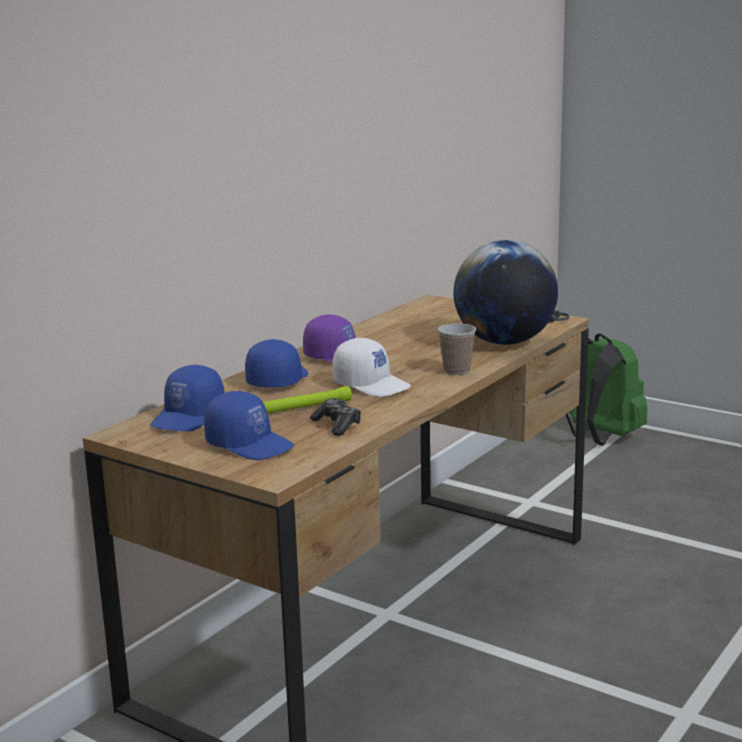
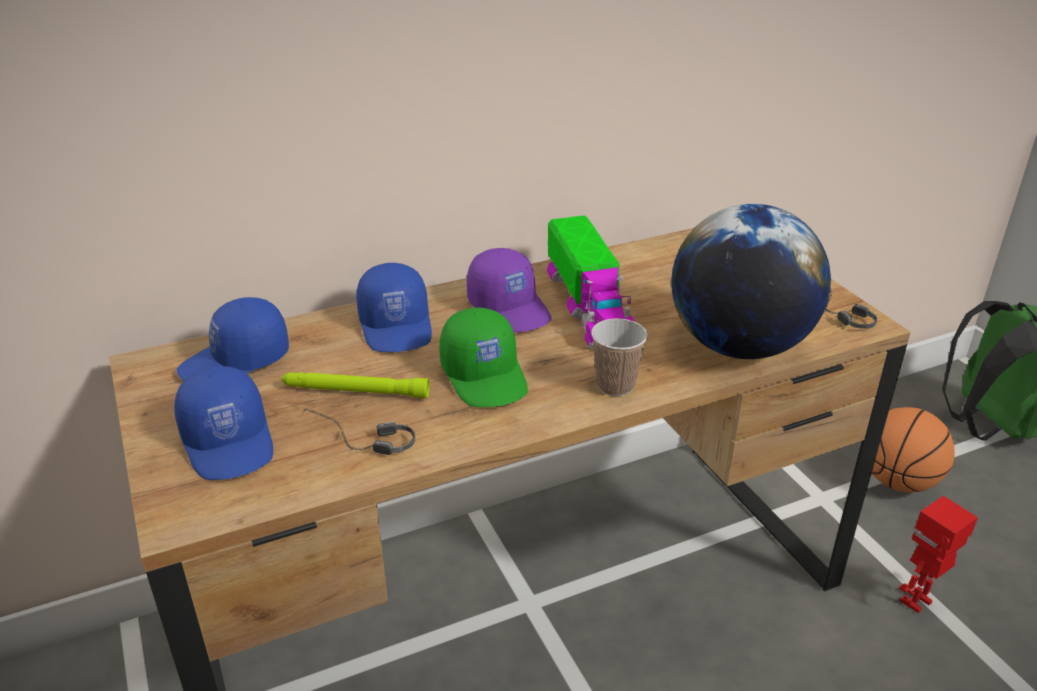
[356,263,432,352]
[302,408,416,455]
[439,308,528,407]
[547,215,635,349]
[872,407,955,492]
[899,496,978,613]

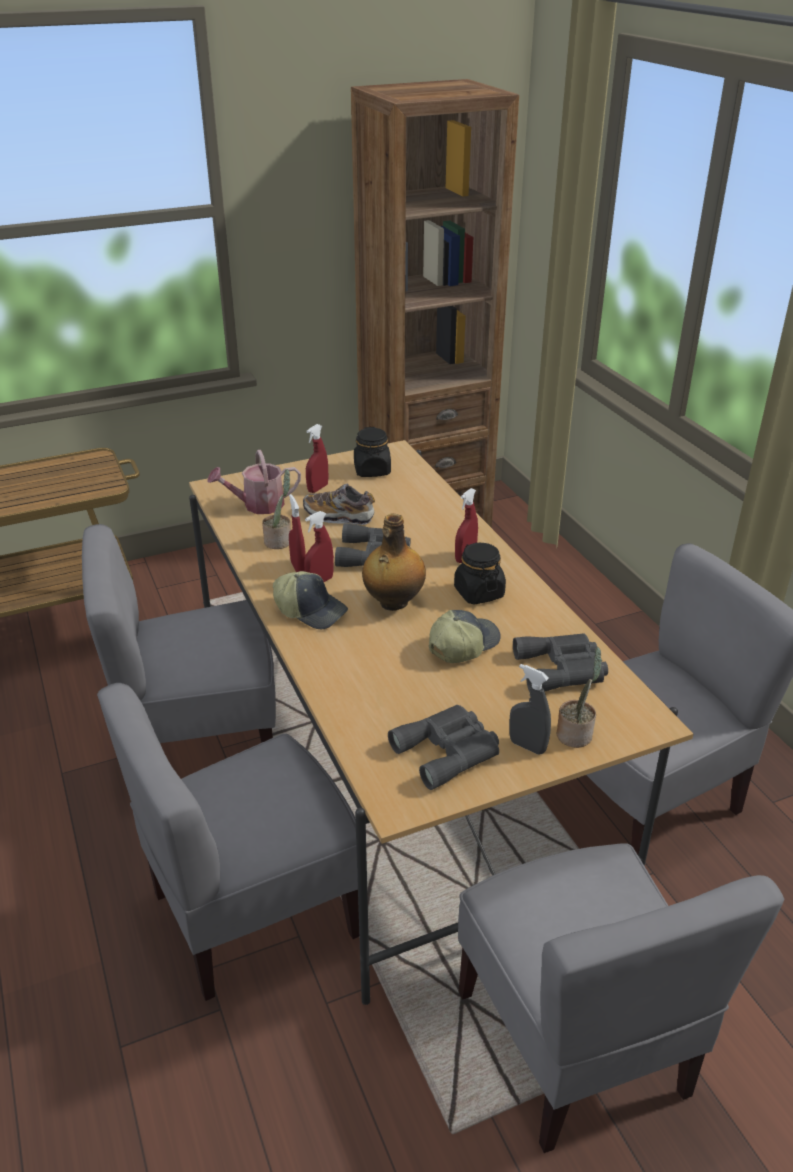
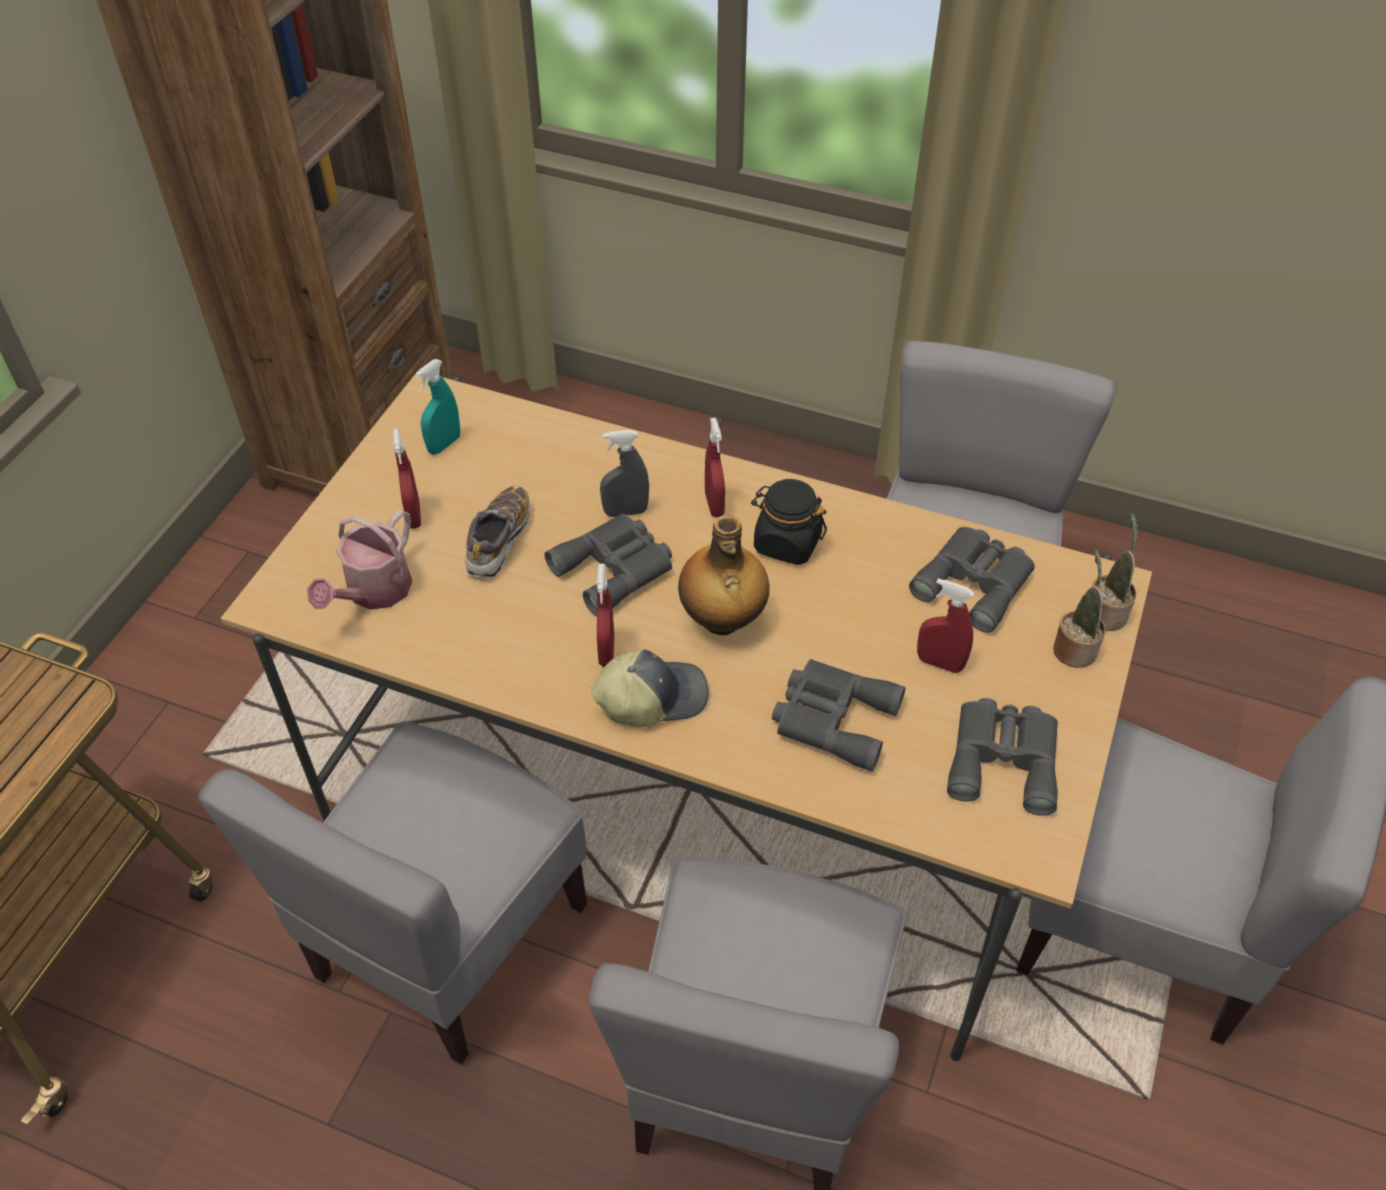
[1091,514,1137,631]
[917,578,974,673]
[466,485,530,578]
[415,359,460,455]
[429,610,501,663] (first image)
[600,430,649,517]
[772,659,906,772]

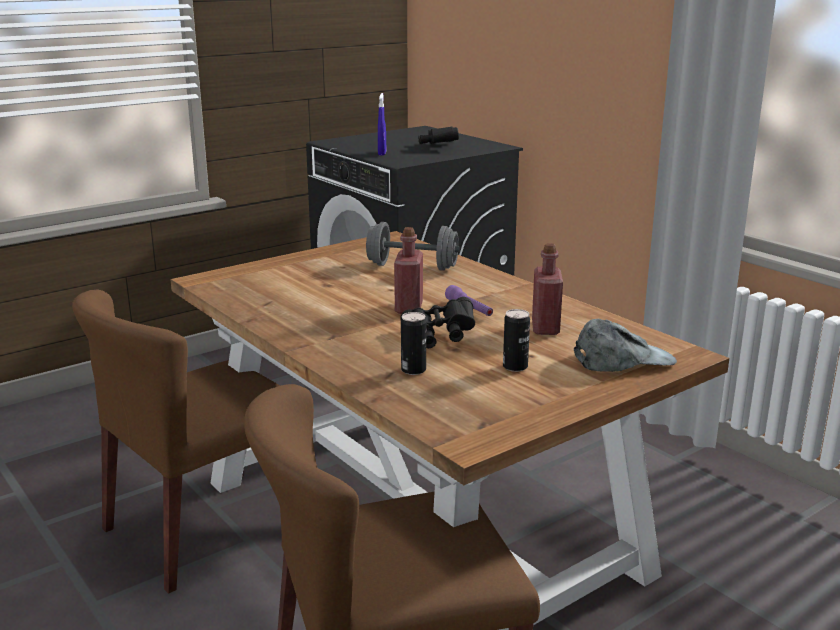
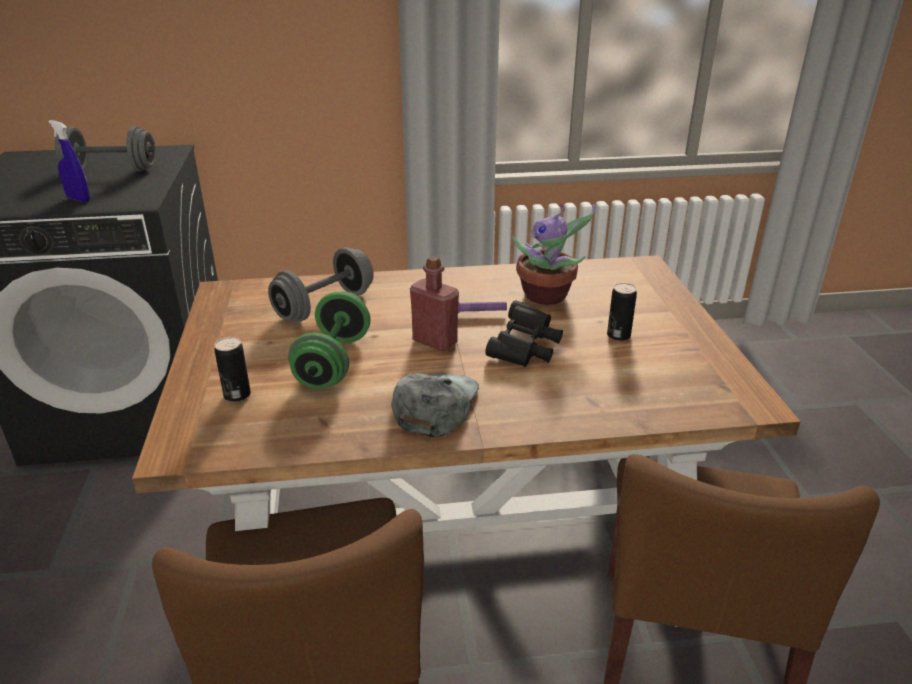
[214,337,251,402]
[55,126,156,171]
[512,204,596,305]
[391,373,479,437]
[288,291,370,389]

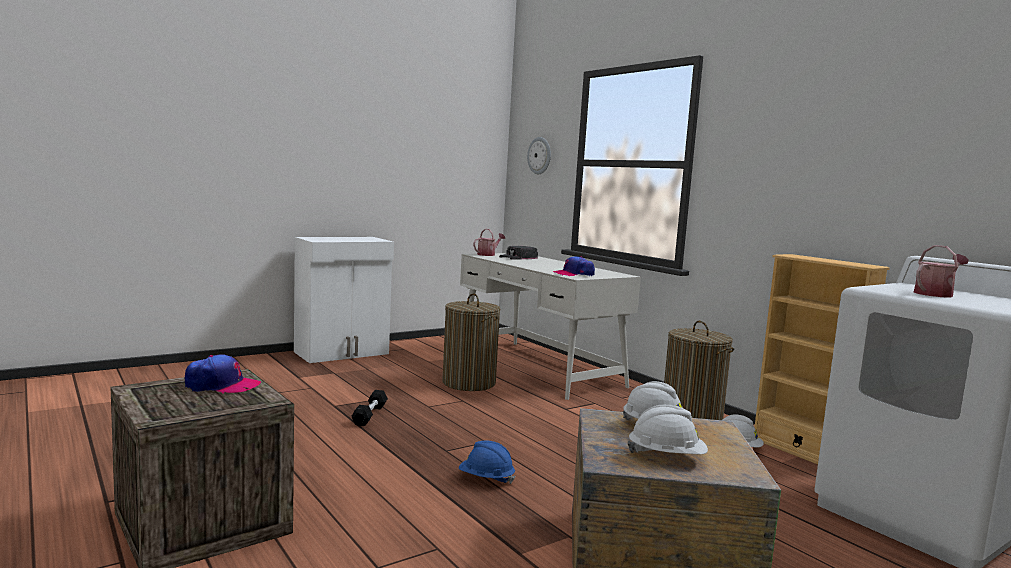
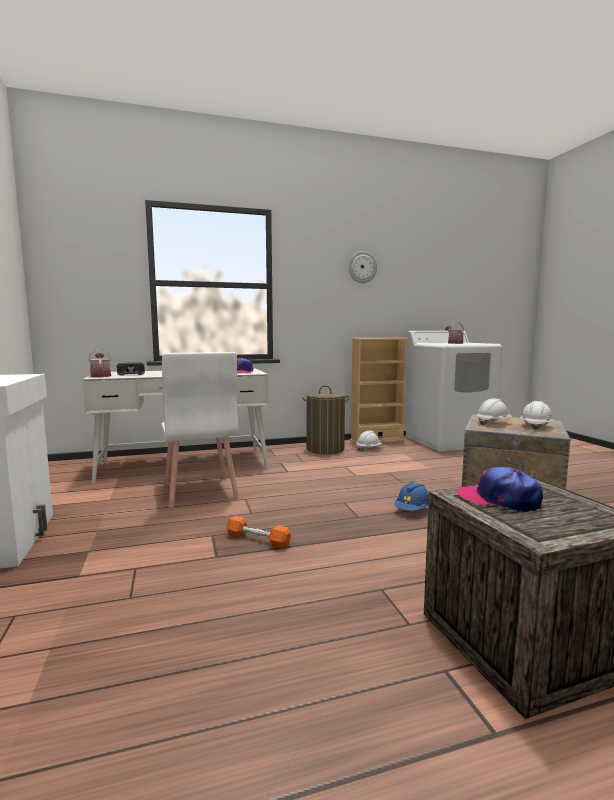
[457,467,543,512]
[226,516,291,549]
[161,352,239,508]
[348,251,377,283]

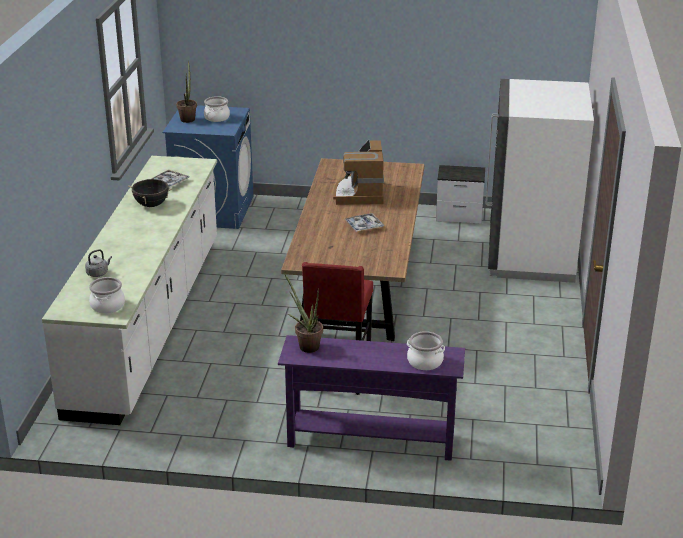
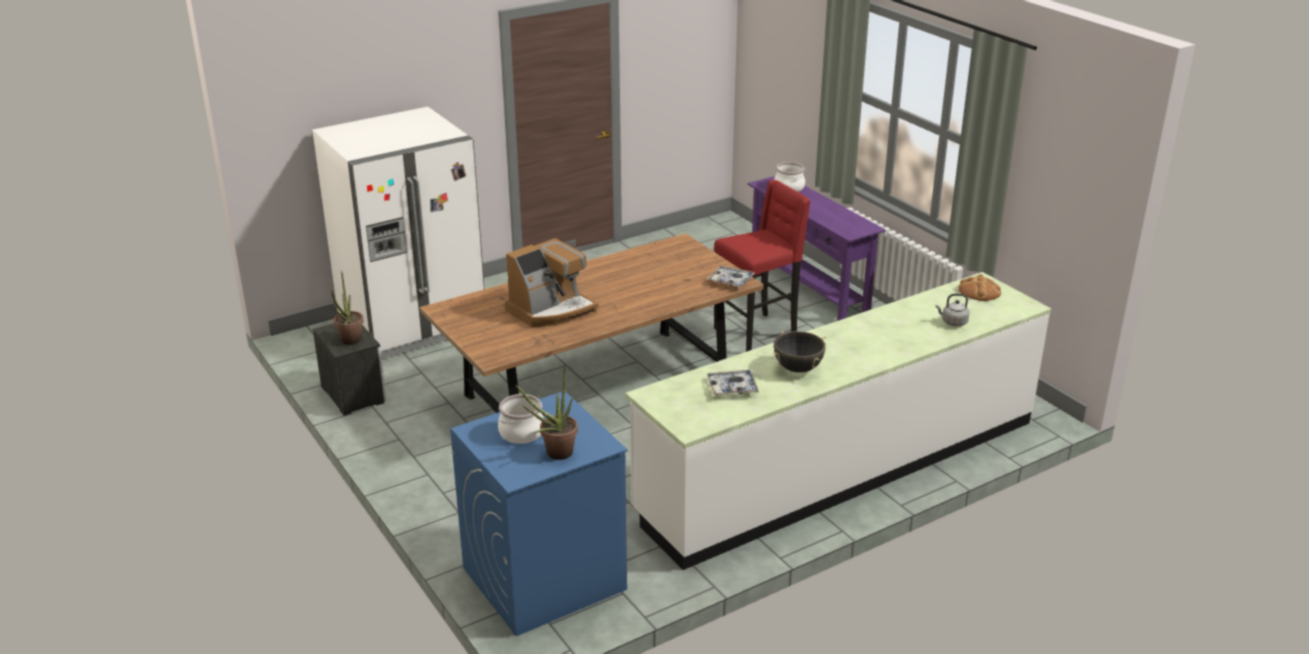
[958,274,1001,301]
[331,270,364,345]
[706,266,755,288]

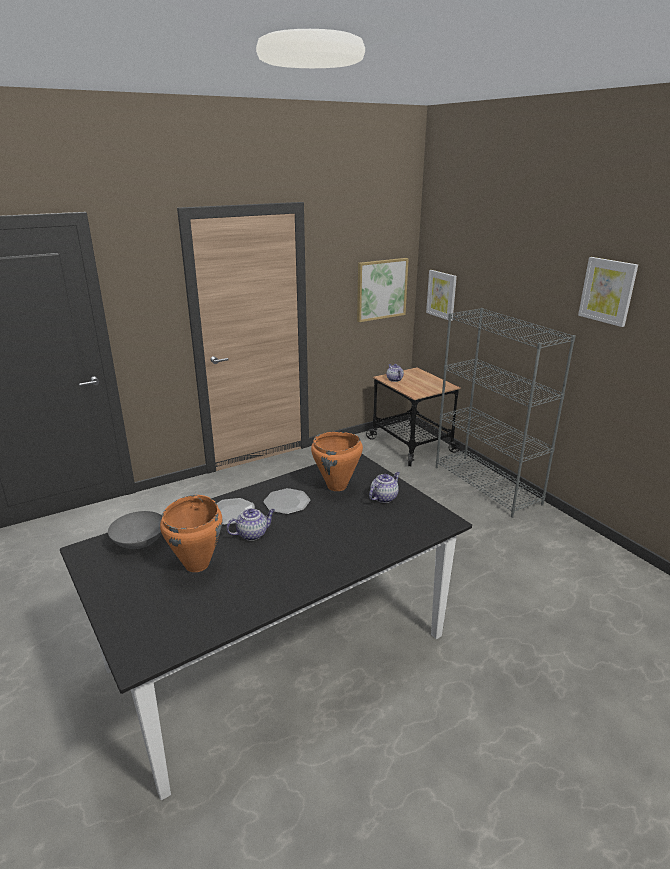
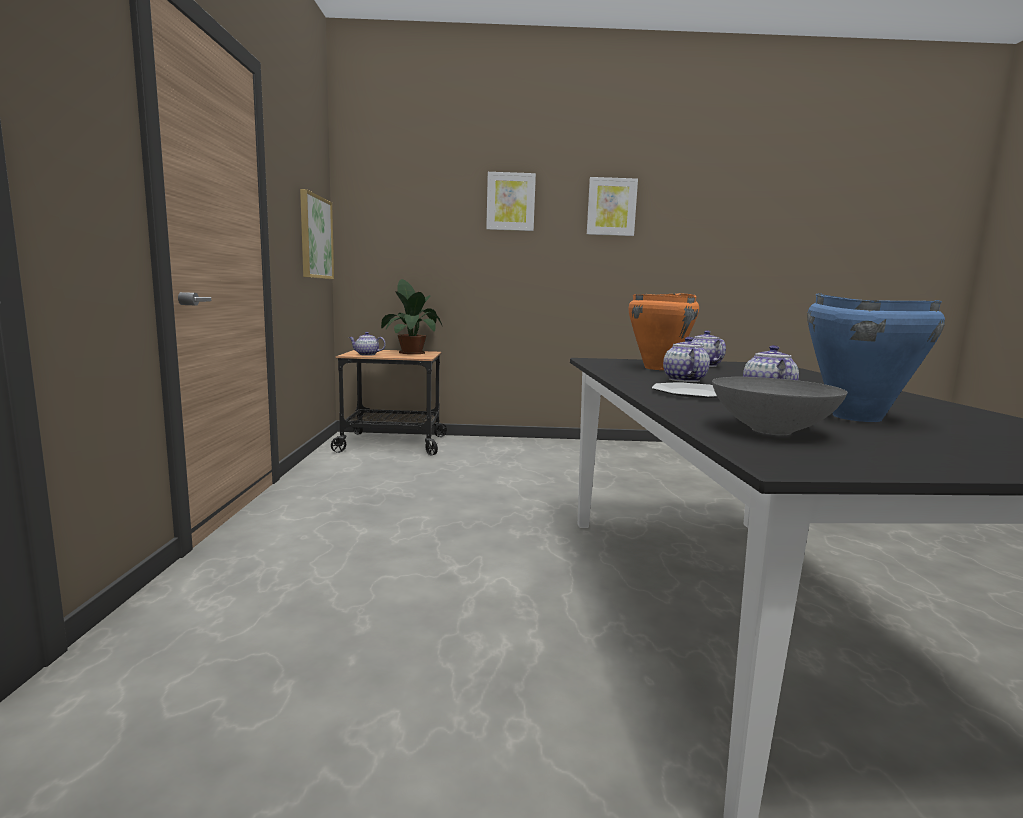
[807,293,945,422]
[663,337,710,382]
[486,172,536,231]
[436,308,576,518] (first image)
[381,279,443,354]

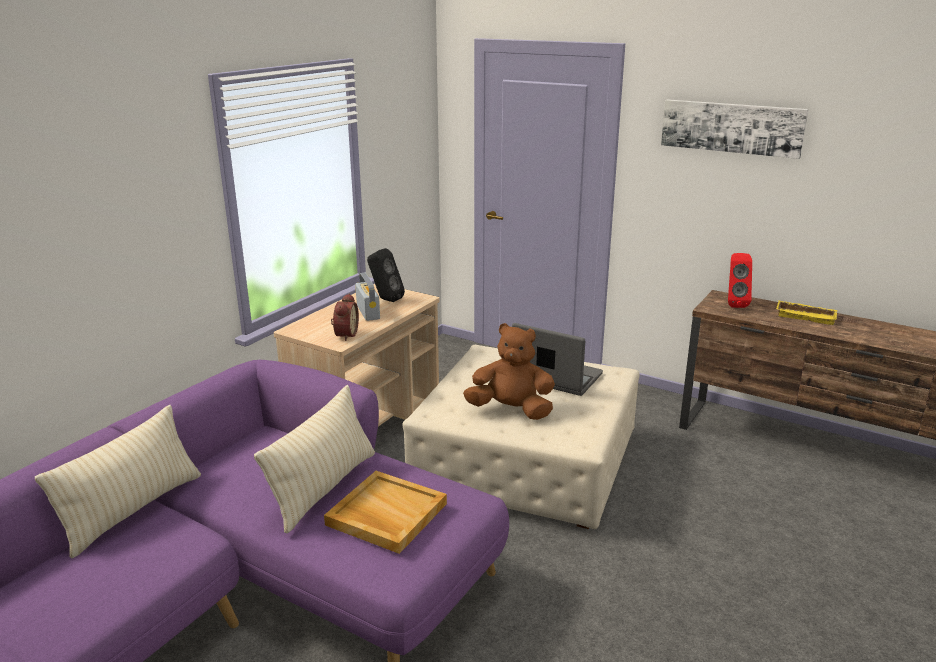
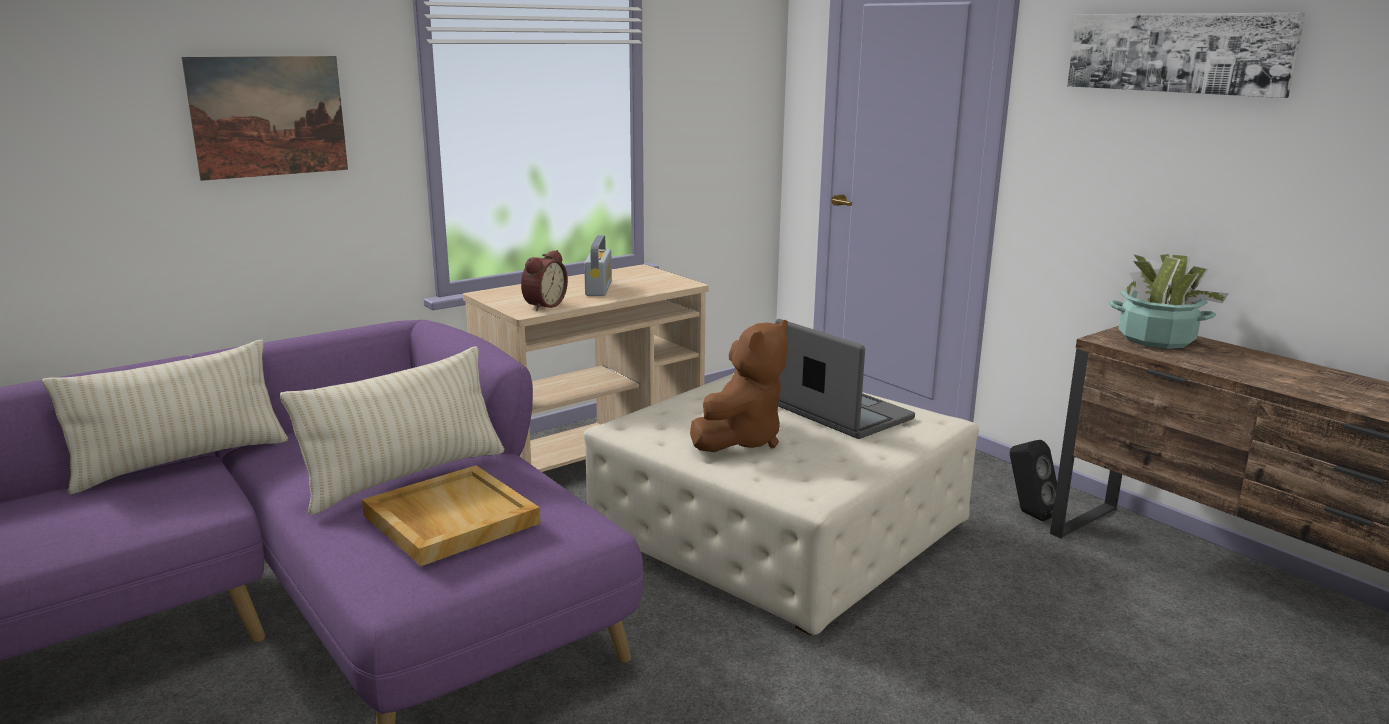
[1010,440,1057,521]
[690,320,788,452]
[1109,253,1229,349]
[776,300,837,325] (first image)
[181,56,348,181]

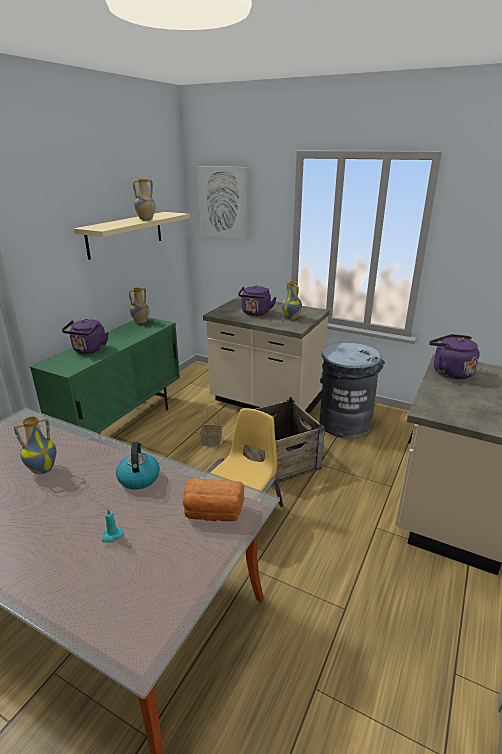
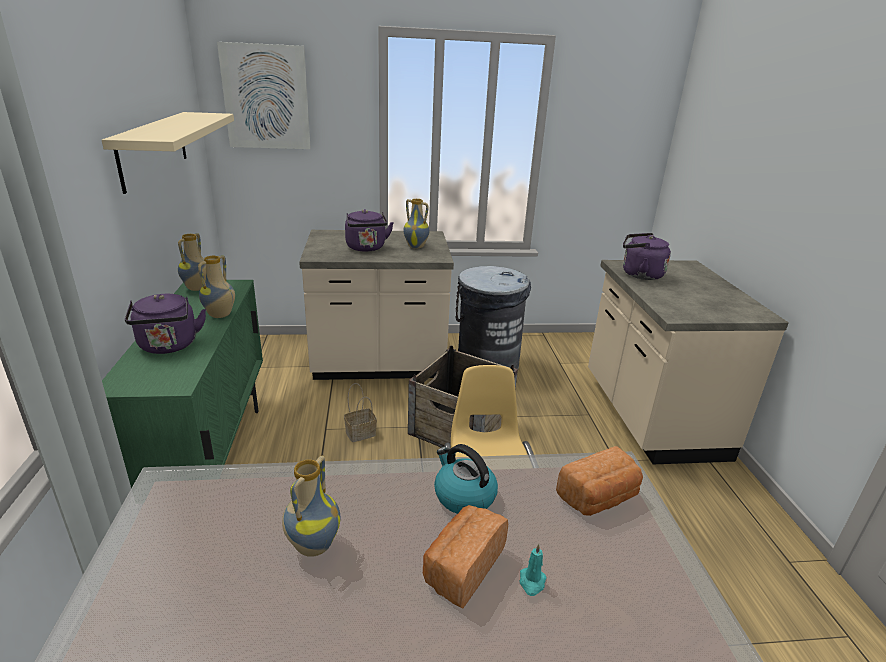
[198,255,235,318]
[423,505,508,608]

